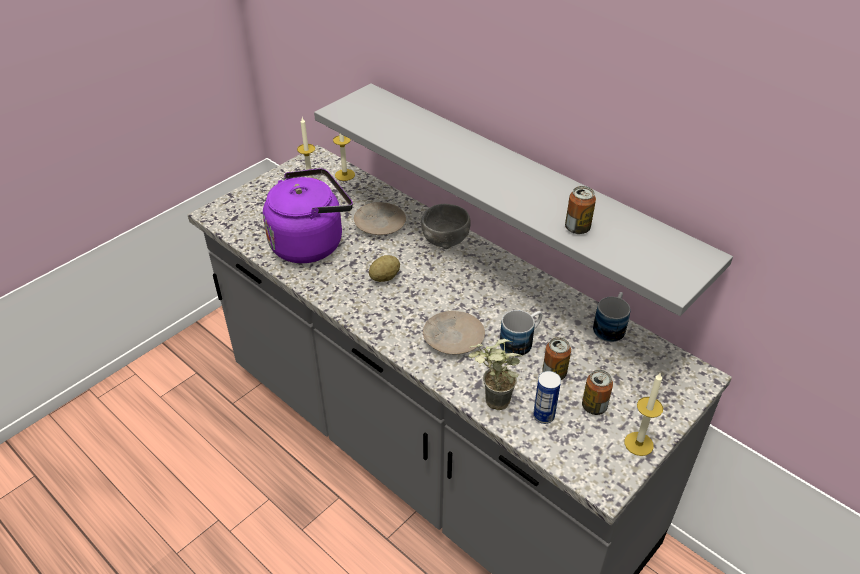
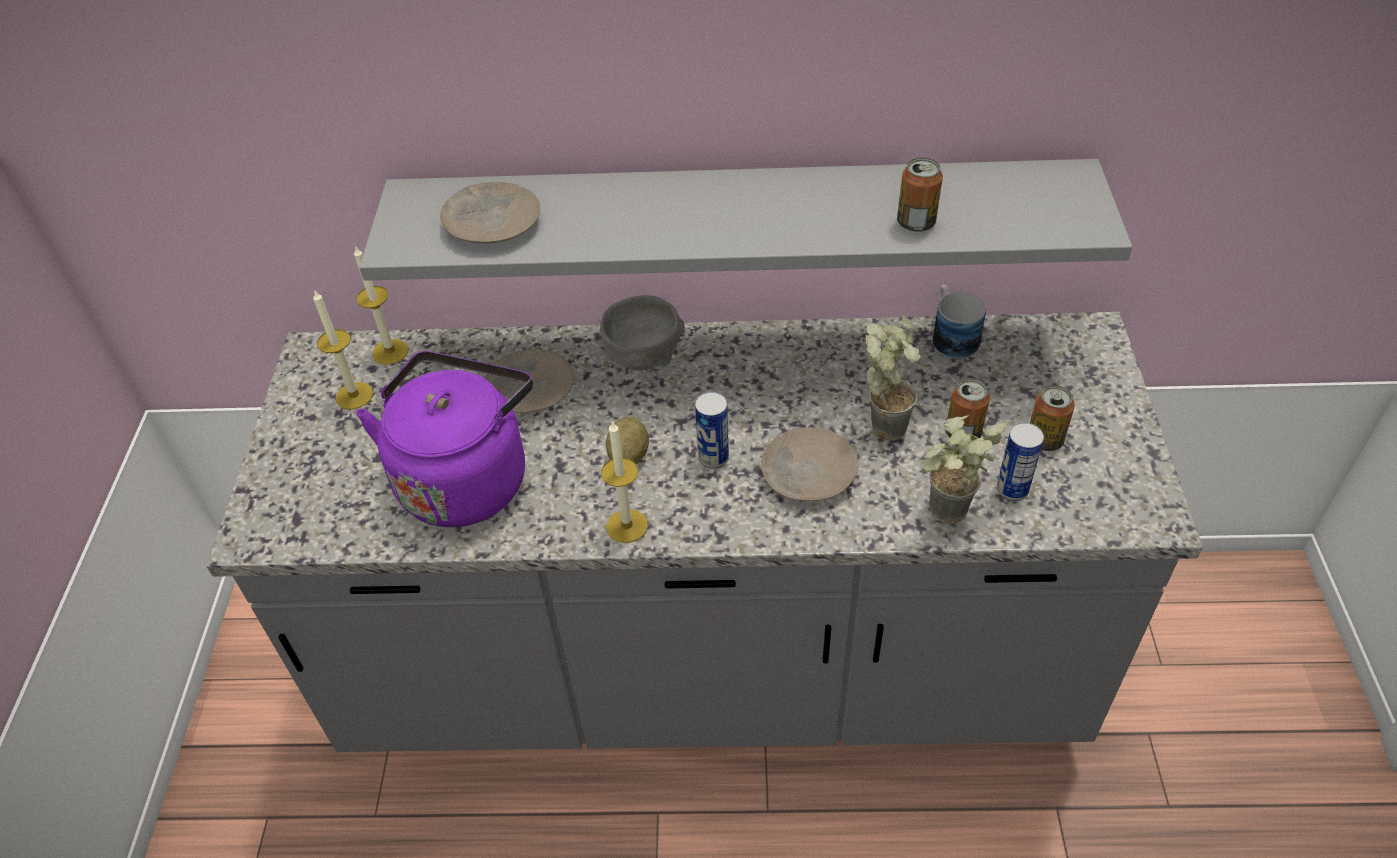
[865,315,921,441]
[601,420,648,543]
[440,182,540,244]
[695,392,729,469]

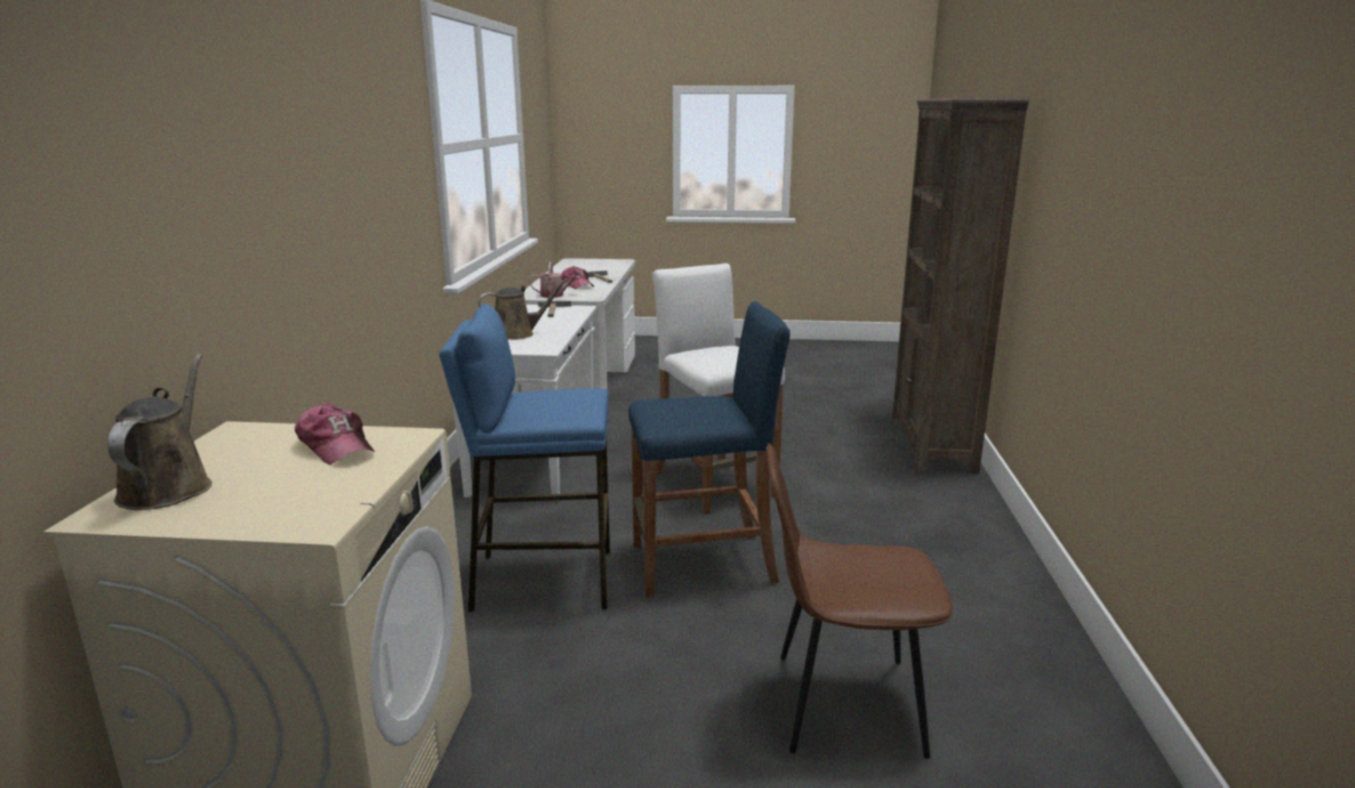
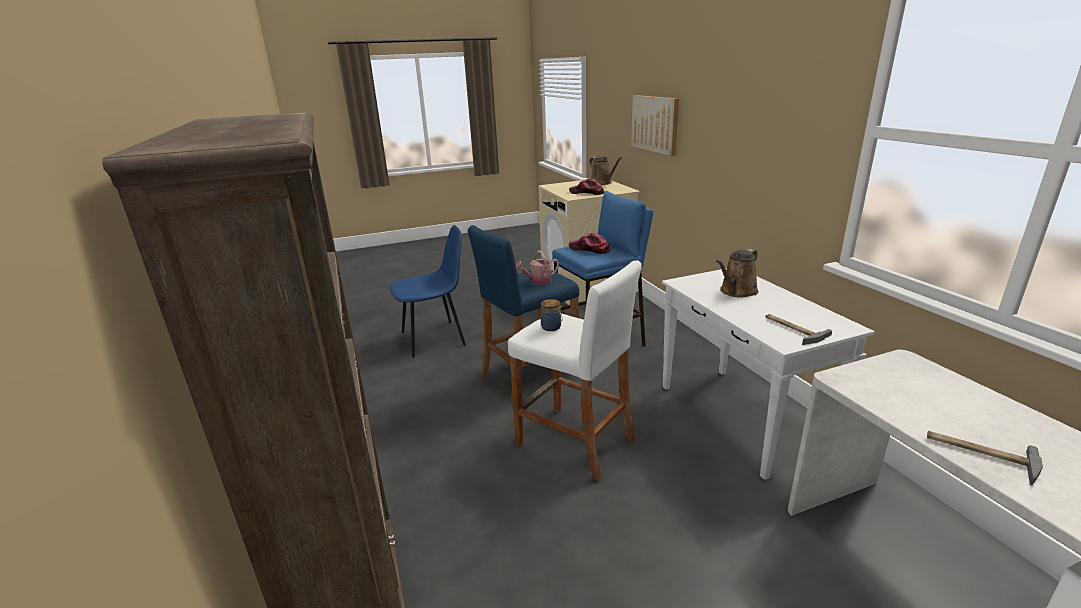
[515,250,559,285]
[569,233,610,254]
[390,225,466,357]
[541,299,563,331]
[631,95,679,156]

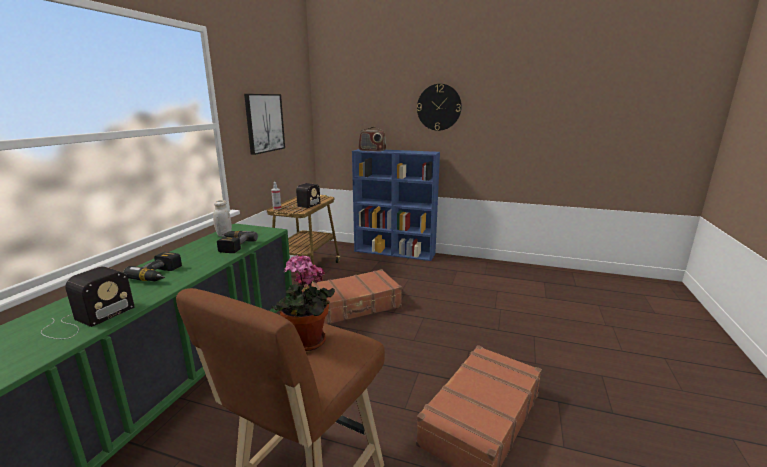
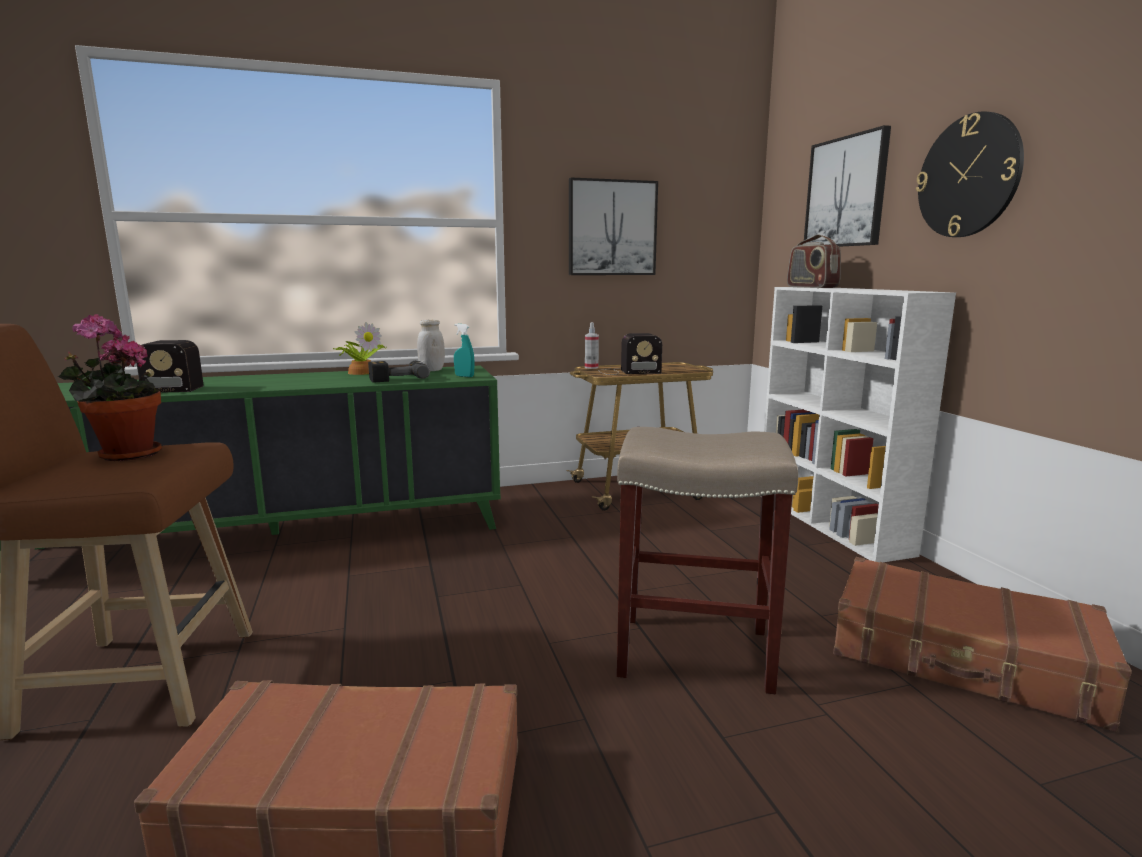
[124,252,182,281] (first image)
[833,557,1132,732]
[760,287,956,563]
[333,322,387,375]
[454,324,475,377]
[617,427,798,694]
[804,125,891,247]

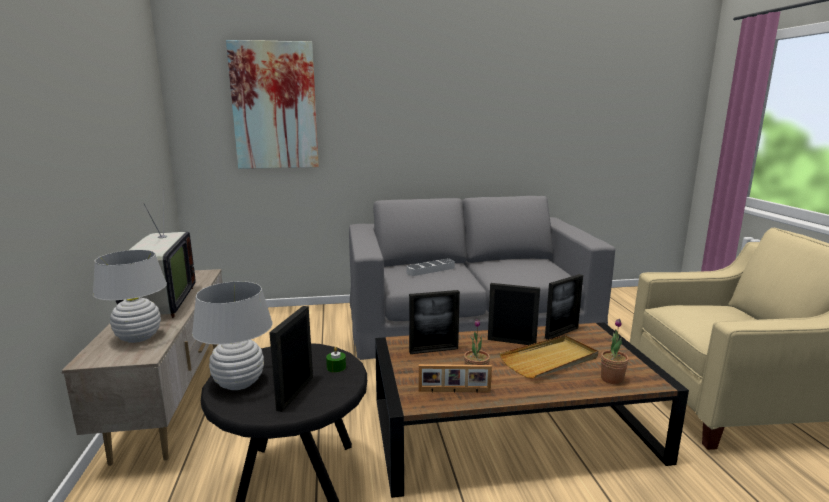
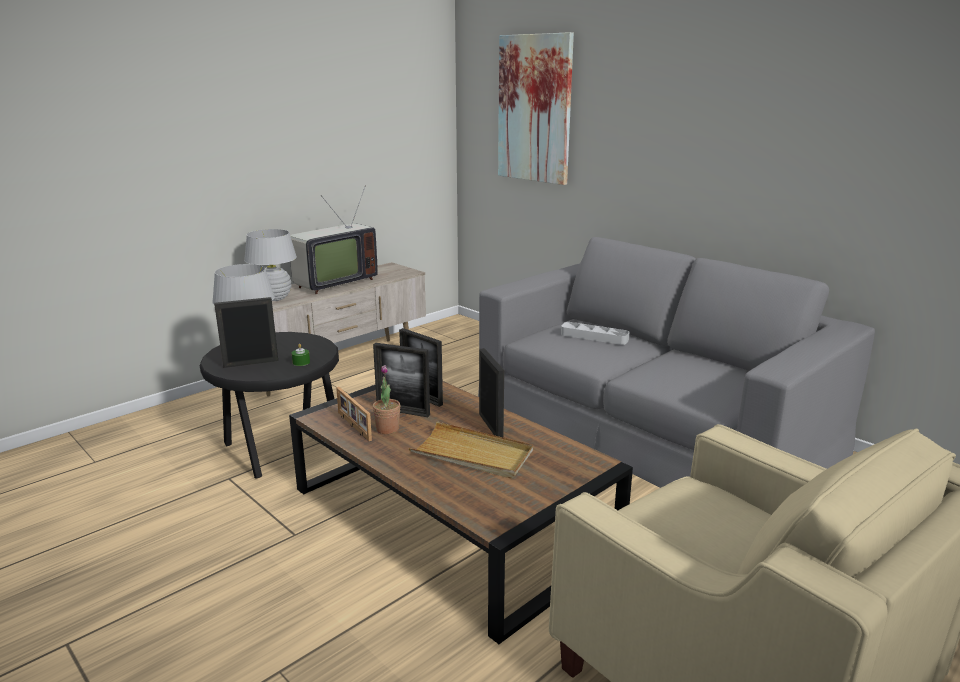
[373,343,430,417]
[601,319,629,384] (first image)

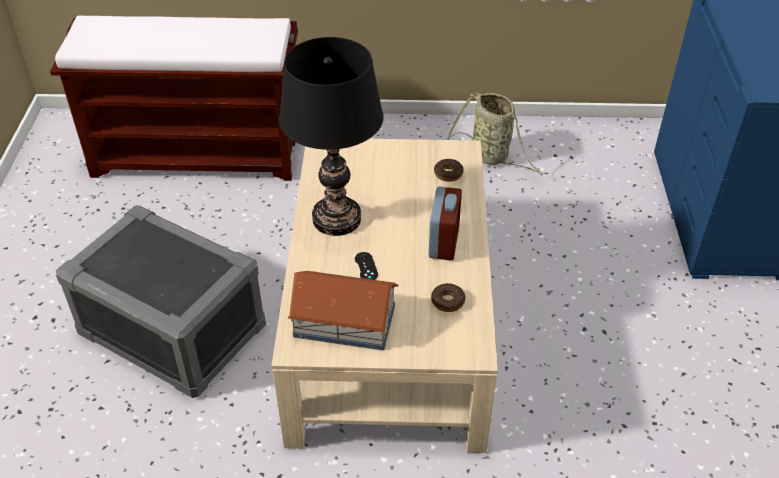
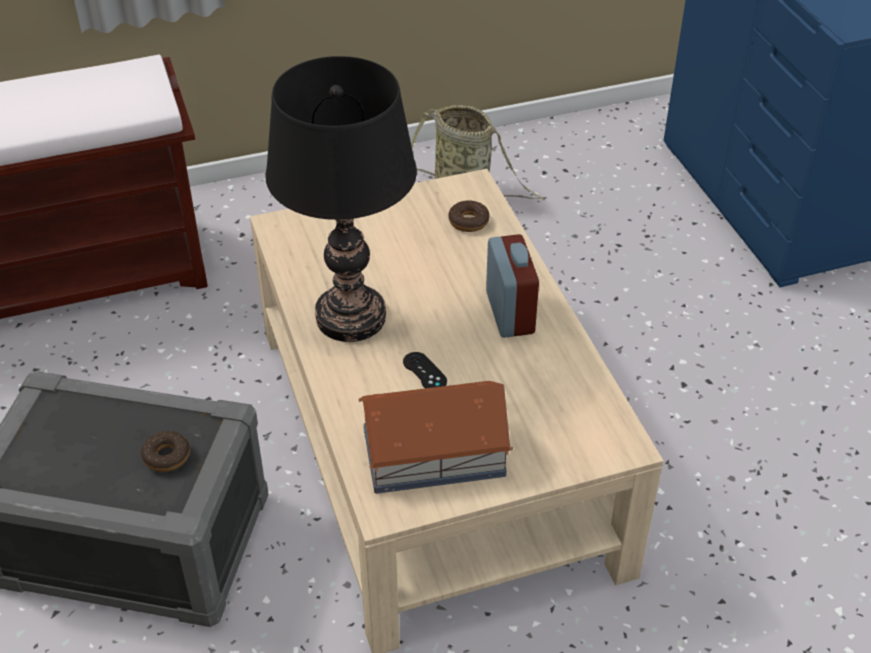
[141,431,190,472]

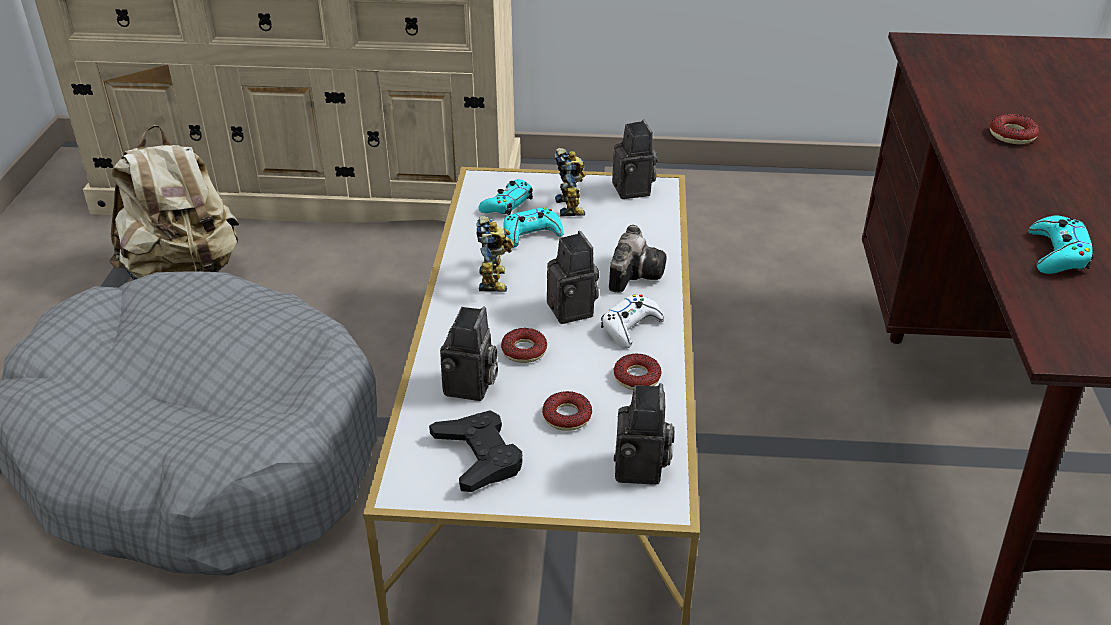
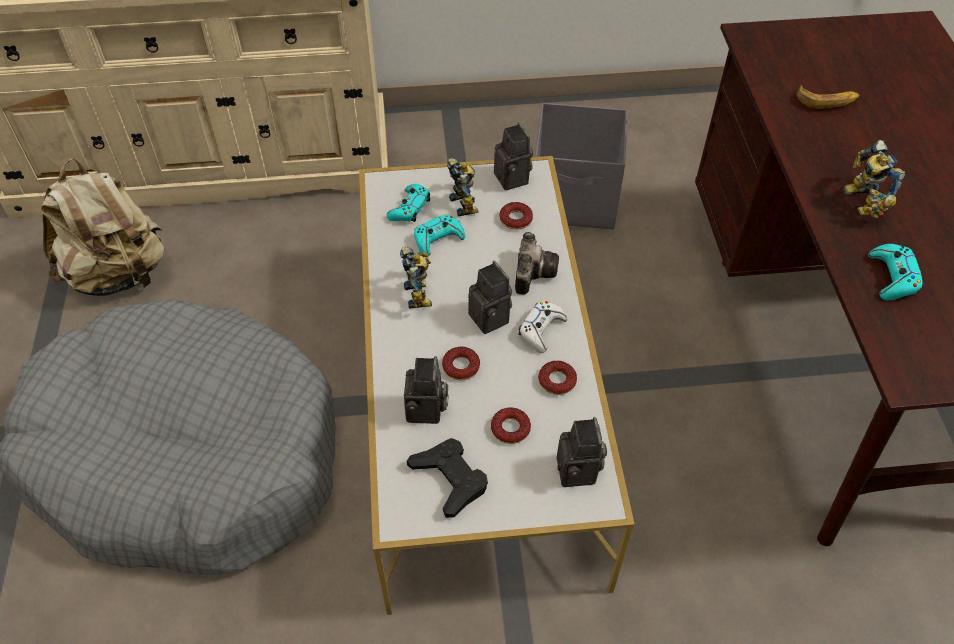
[499,202,533,230]
[535,103,627,229]
[797,85,860,109]
[842,140,905,219]

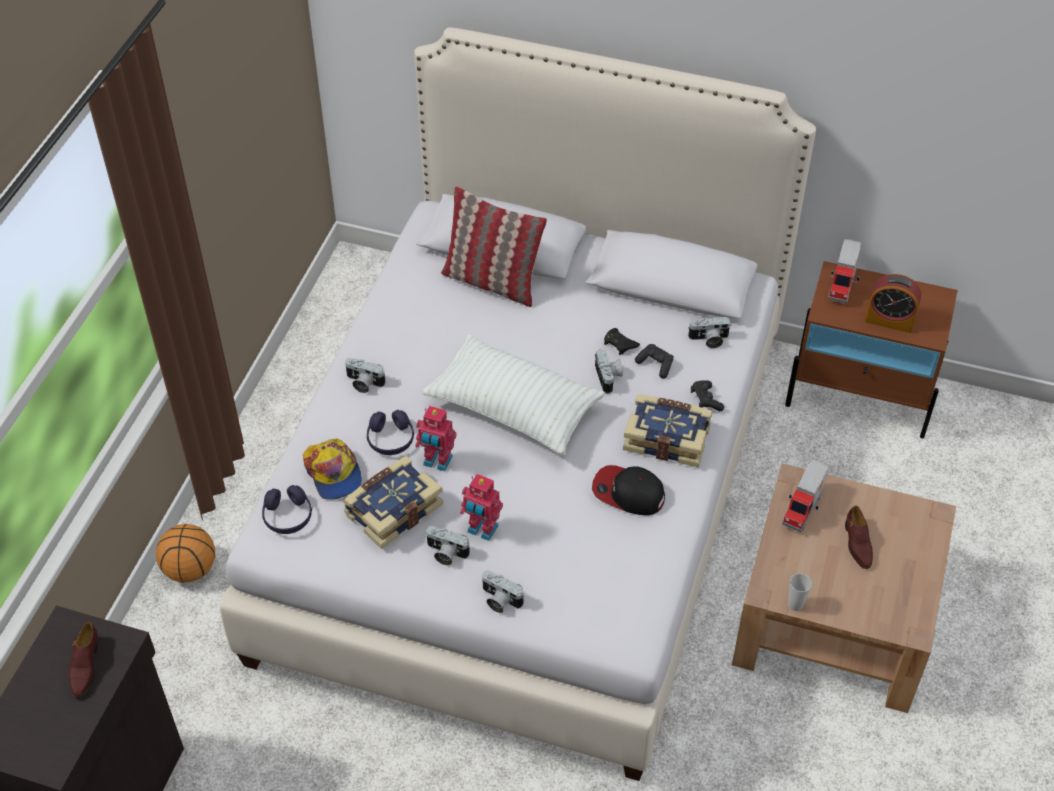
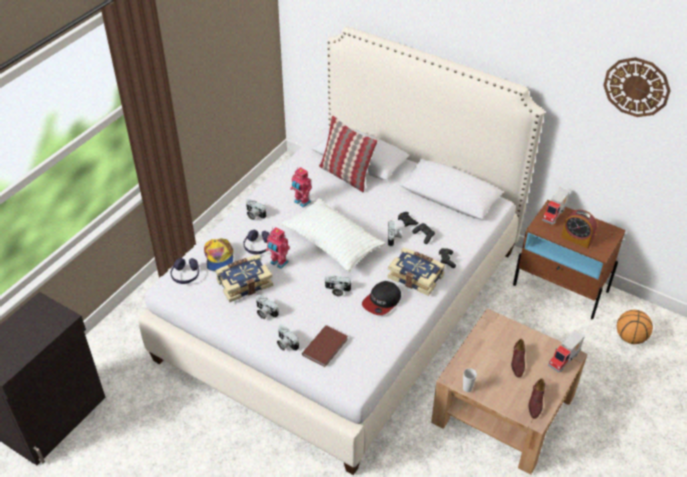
[529,378,545,419]
[617,310,653,344]
[290,167,312,208]
[362,281,401,315]
[324,276,351,296]
[548,330,585,373]
[302,325,348,367]
[603,57,671,117]

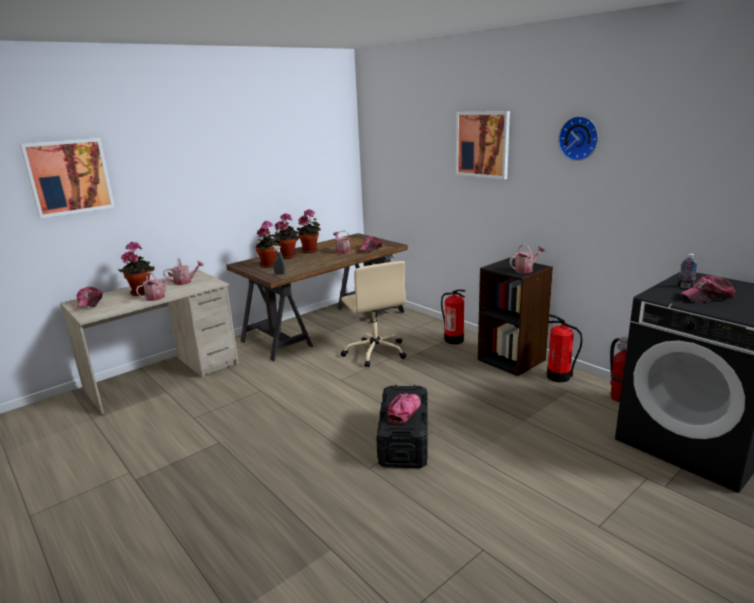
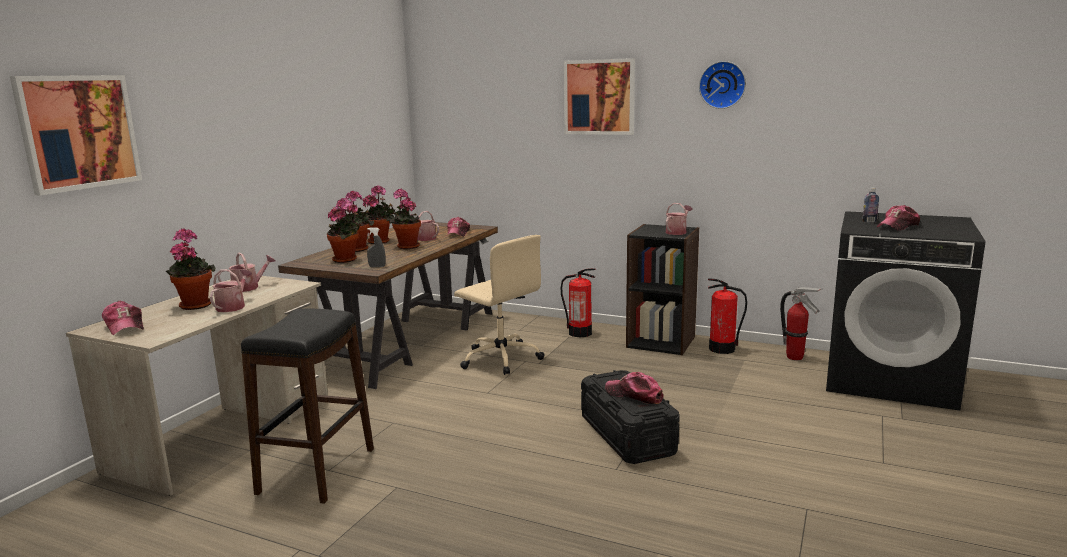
[605,372,664,404]
[241,309,374,504]
[387,189,421,249]

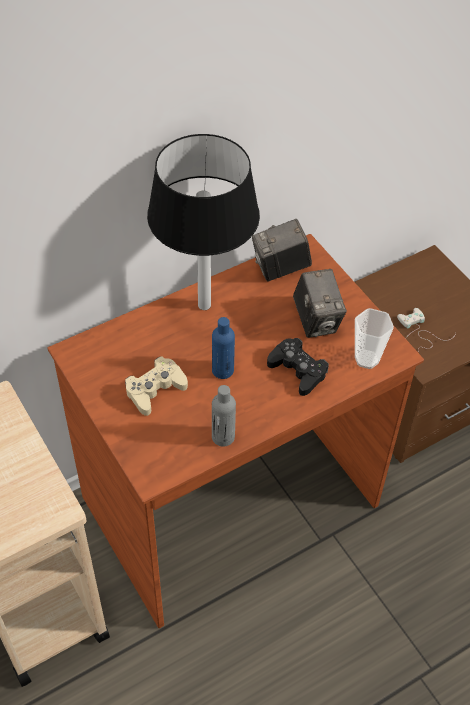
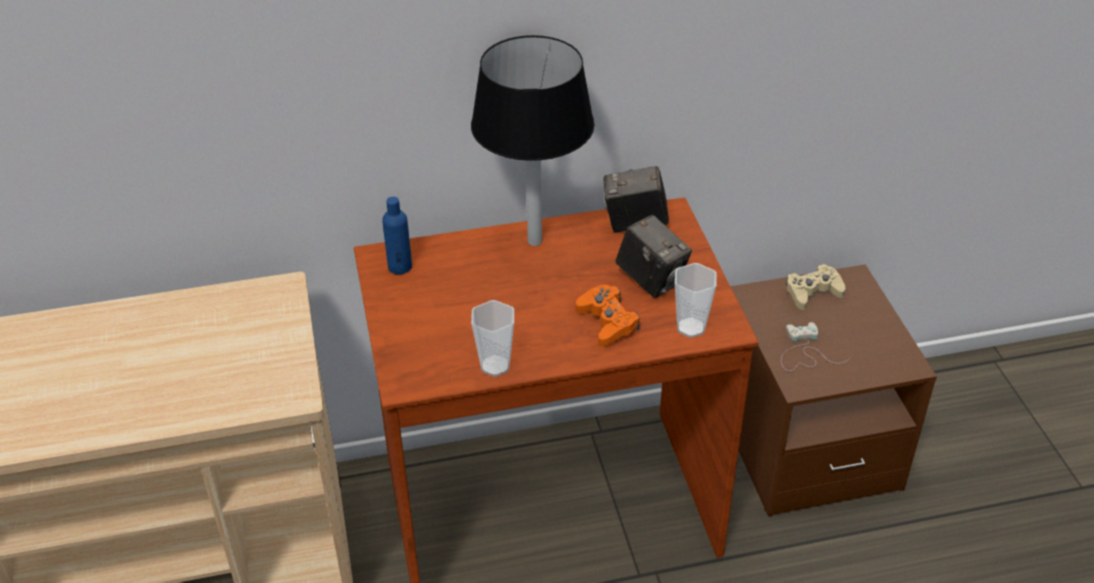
[786,264,846,310]
[382,197,412,275]
[471,300,514,377]
[576,285,640,347]
[615,215,692,298]

